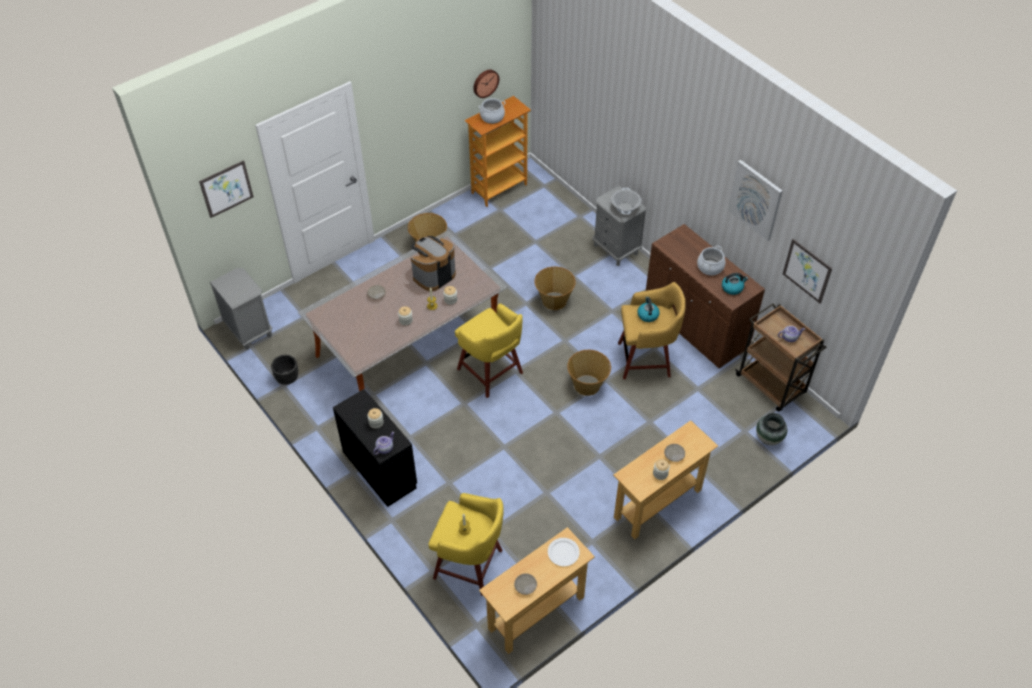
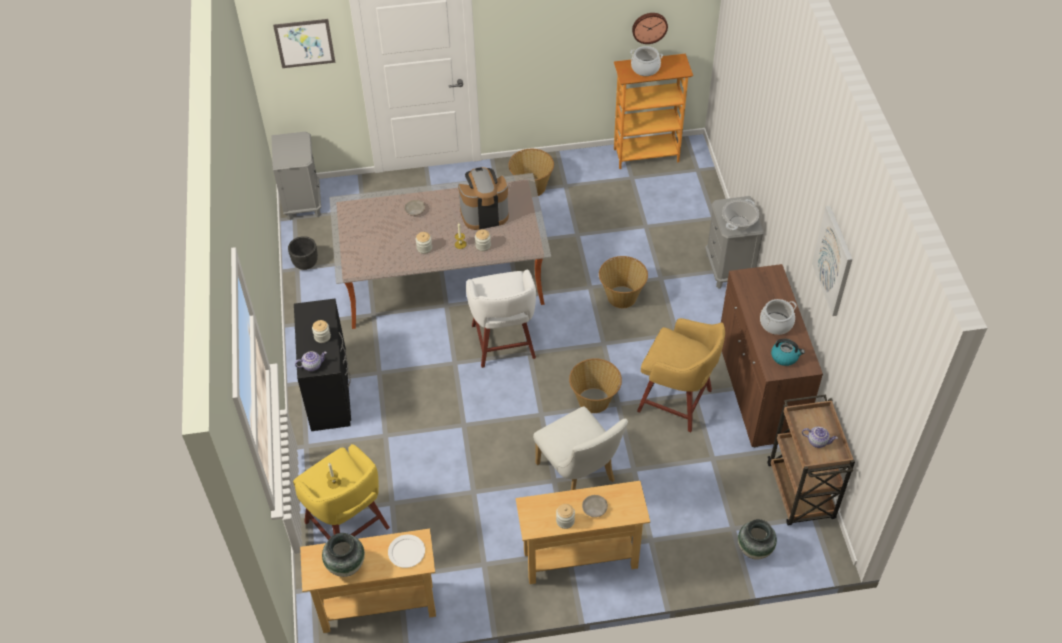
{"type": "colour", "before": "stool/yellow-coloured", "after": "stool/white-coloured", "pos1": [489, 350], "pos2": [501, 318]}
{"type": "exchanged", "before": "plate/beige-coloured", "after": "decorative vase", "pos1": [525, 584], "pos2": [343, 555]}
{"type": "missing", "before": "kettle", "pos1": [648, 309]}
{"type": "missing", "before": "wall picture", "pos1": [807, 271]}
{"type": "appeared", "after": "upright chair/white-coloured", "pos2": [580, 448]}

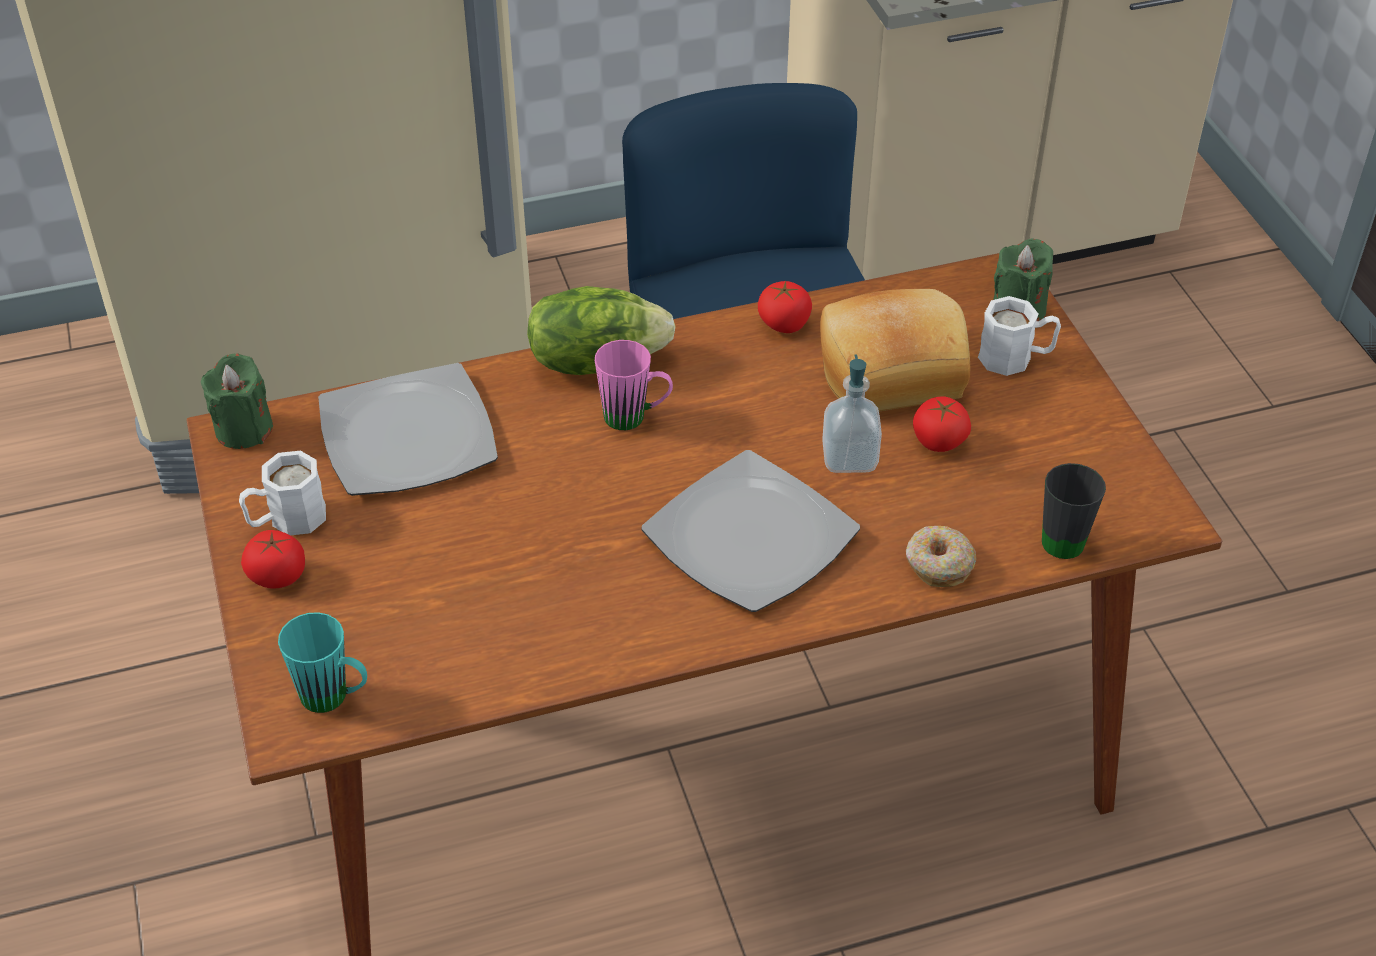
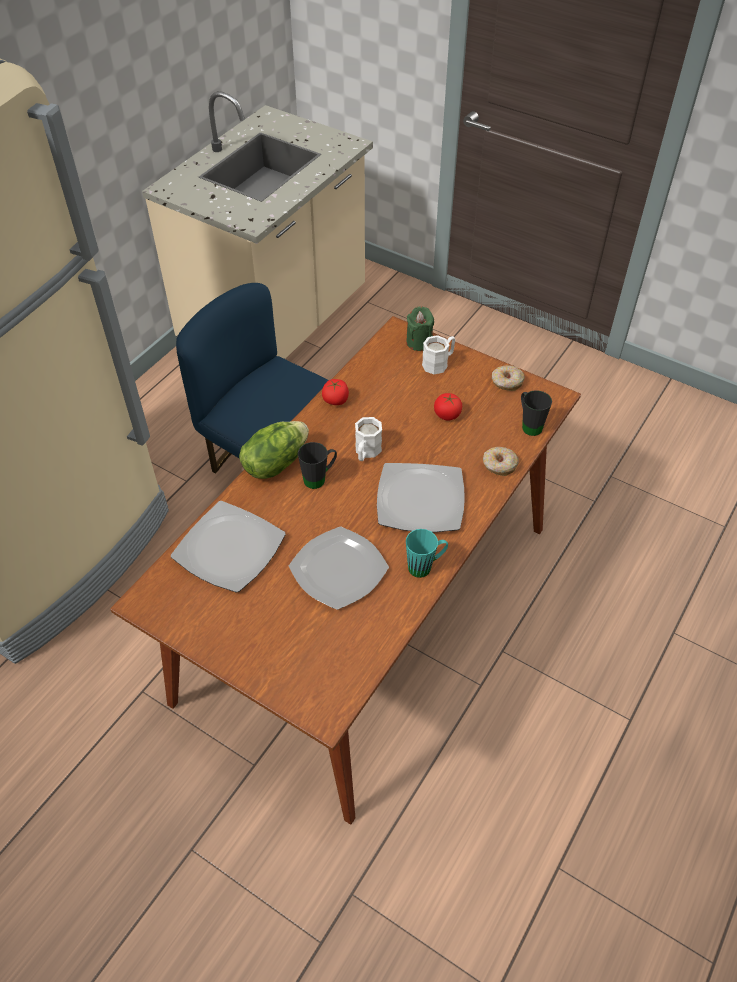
{"type": "missing", "before": "wax candle/greenish", "pos1": [237, 401]}
{"type": "relocated", "before": "tea mug/white-coloured", "pos1": [282, 493], "pos2": [368, 439]}
{"type": "missing", "before": "whole tomato", "pos1": [273, 559]}
{"type": "relocated", "before": "tea mug/blue-green", "pos1": [322, 662], "pos2": [427, 553]}
{"type": "colour", "before": "tea mug/pink-coloured", "after": "tea mug/blackish", "pos1": [634, 385], "pos2": [317, 465]}
{"type": "missing", "before": "bread", "pos1": [895, 350]}
{"type": "missing", "before": "soap dispenser", "pos1": [852, 413]}
{"type": "appeared", "after": "plate", "pos2": [339, 568]}
{"type": "appeared", "after": "doughnut", "pos2": [508, 378]}

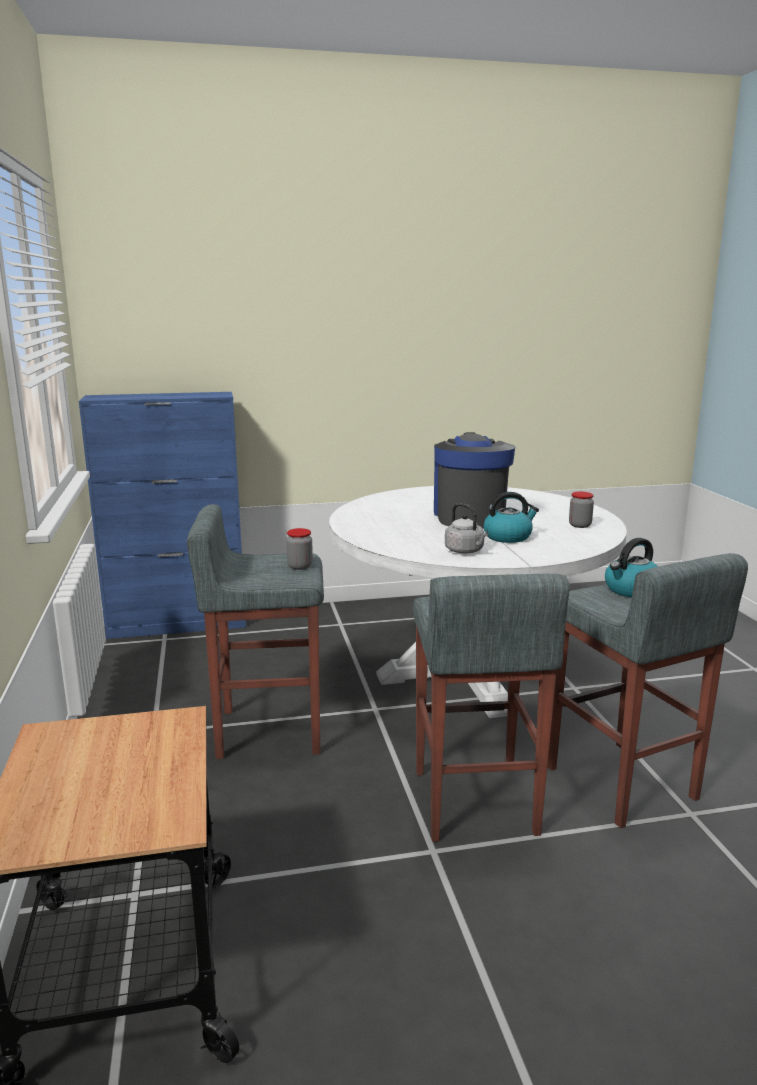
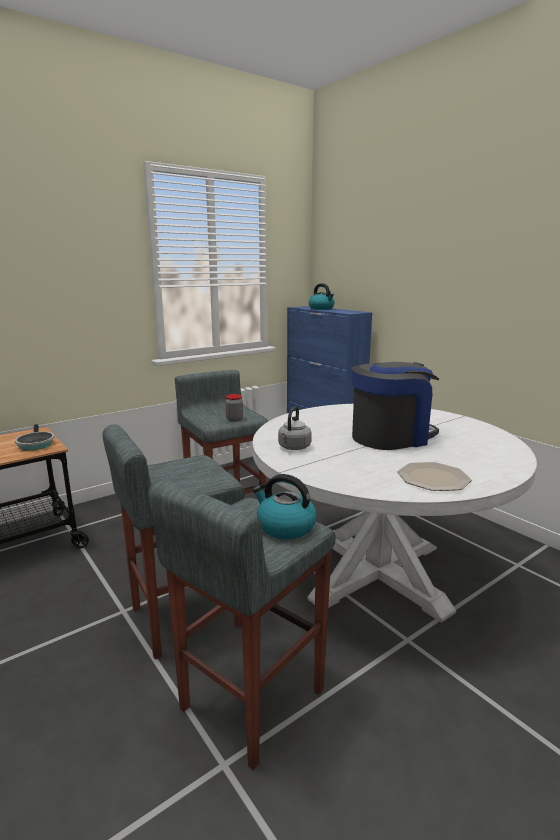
{"type": "relocated", "before": "kettle", "pos1": [511, 517], "pos2": [321, 296]}
{"type": "exchanged", "before": "preserve jar", "after": "plate", "pos1": [581, 510], "pos2": [435, 476]}
{"type": "appeared", "after": "frying pan", "pos2": [35, 437]}

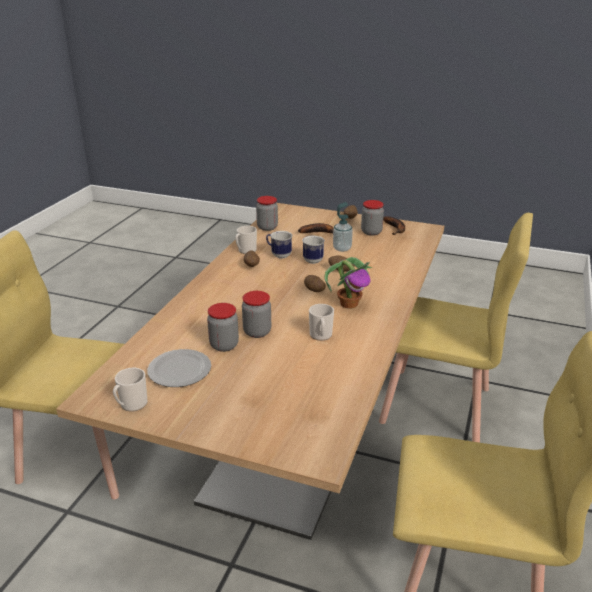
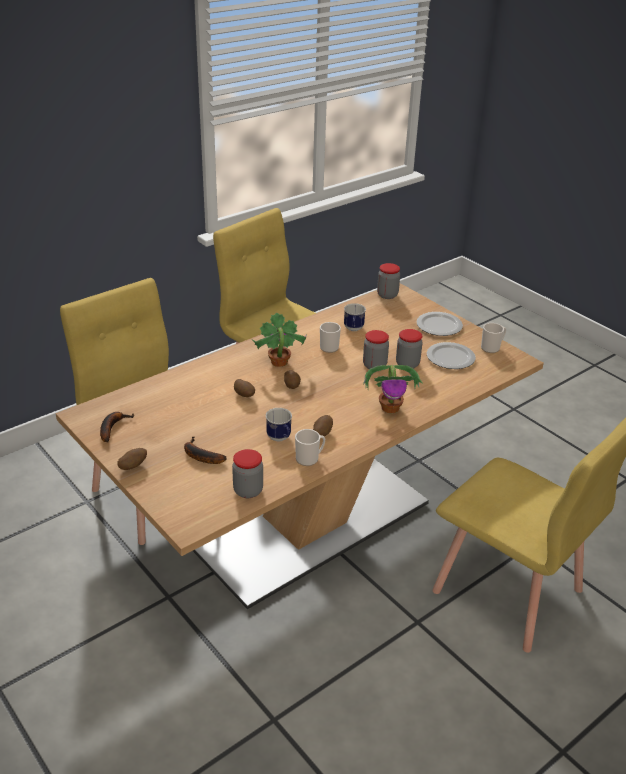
{"type": "relocated", "before": "tea mug", "pos1": [313, 250], "pos2": [355, 317]}
{"type": "missing", "before": "soap dispenser", "pos1": [343, 227]}
{"type": "relocated", "before": "preserve jar", "pos1": [372, 218], "pos2": [388, 281]}
{"type": "appeared", "after": "plant in a pot", "pos2": [393, 389]}
{"type": "appeared", "after": "plate", "pos2": [439, 324]}

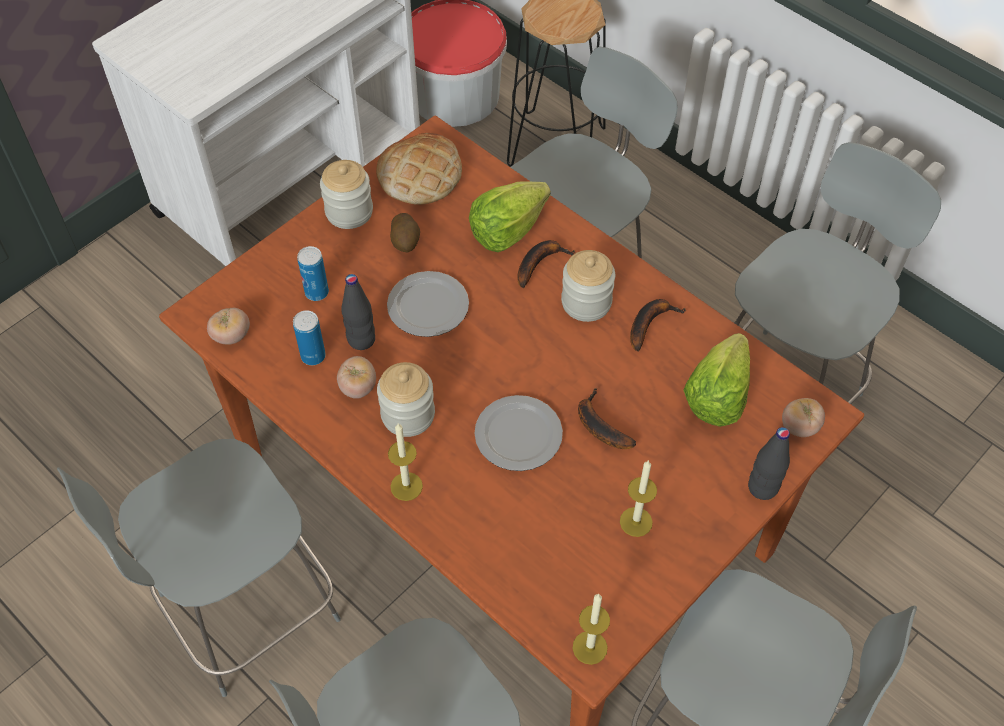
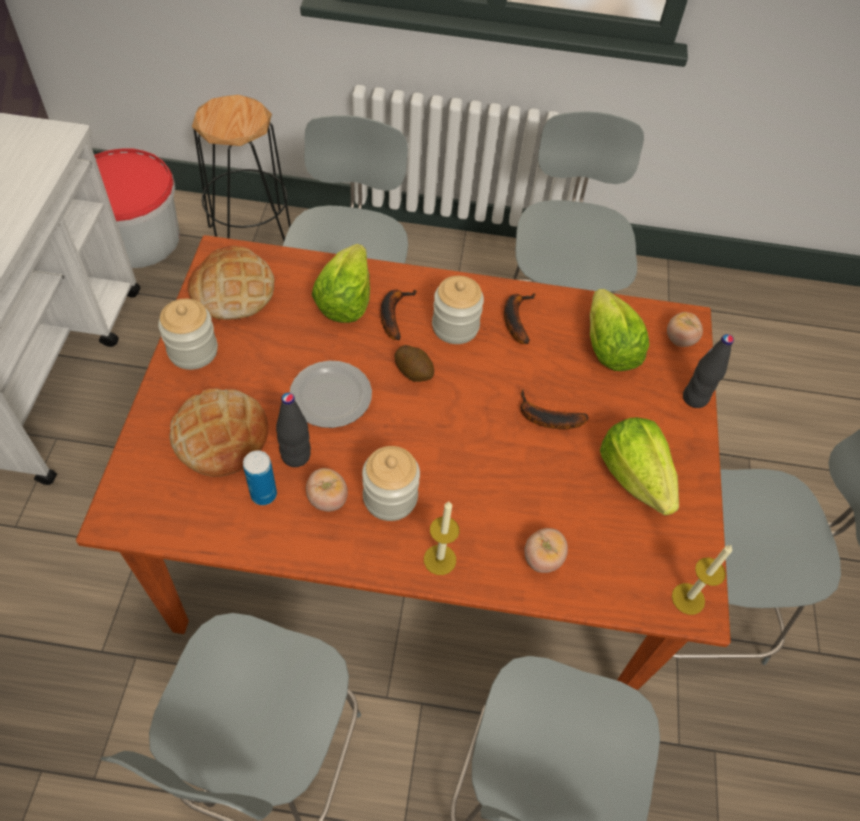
{"type": "relocated", "before": "whole tomato", "pos1": [228, 326], "pos2": [546, 550]}
{"type": "exchanged", "before": "metal can", "after": "bread", "pos1": [313, 273], "pos2": [218, 433]}
{"type": "relocated", "before": "spud", "pos1": [405, 232], "pos2": [414, 363]}
{"type": "missing", "before": "plate", "pos1": [518, 433]}
{"type": "exchanged", "before": "wax candle", "after": "head of lettuce", "pos1": [638, 498], "pos2": [639, 466]}

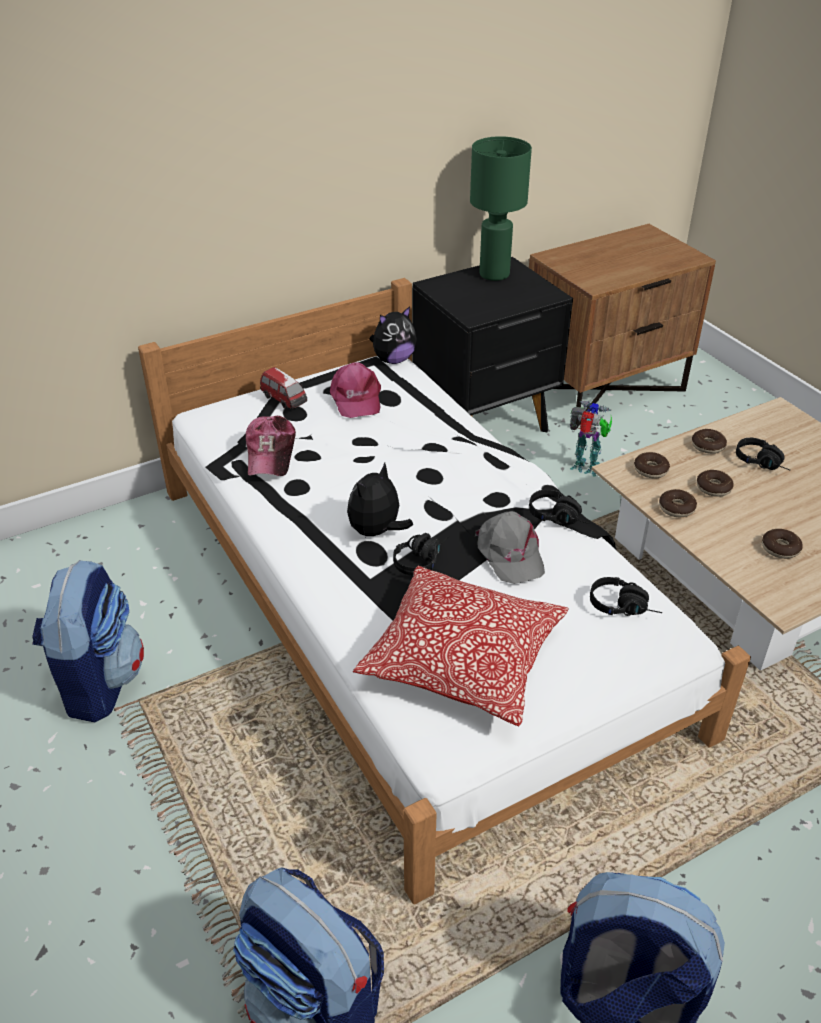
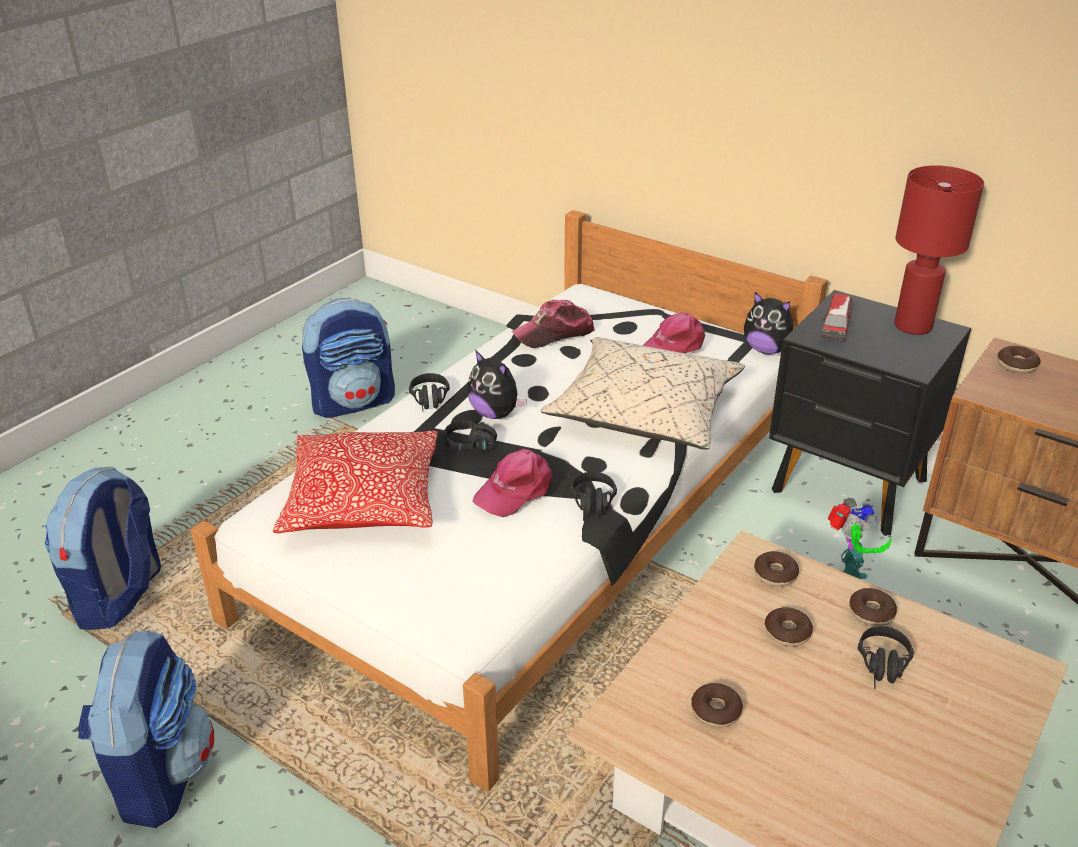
{"type": "relocated", "before": "toy car", "pos1": [283, 388], "pos2": [837, 317]}
{"type": "spun", "before": "cuddly toy", "pos1": [380, 500], "pos2": [497, 384], "turn": -150}
{"type": "colour", "before": "lamp for a table/greenish", "after": "lamp for a table/red", "pos1": [501, 208], "pos2": [939, 250]}
{"type": "colour", "before": "cap/grey", "after": "cap/pink-coloured", "pos1": [510, 547], "pos2": [512, 482]}
{"type": "relocated", "before": "headset/blackish", "pos1": [626, 596], "pos2": [429, 392]}
{"type": "relocated", "before": "doughnut", "pos1": [678, 503], "pos2": [1019, 359]}
{"type": "appeared", "after": "pillow/beige-coloured", "pos2": [643, 393]}

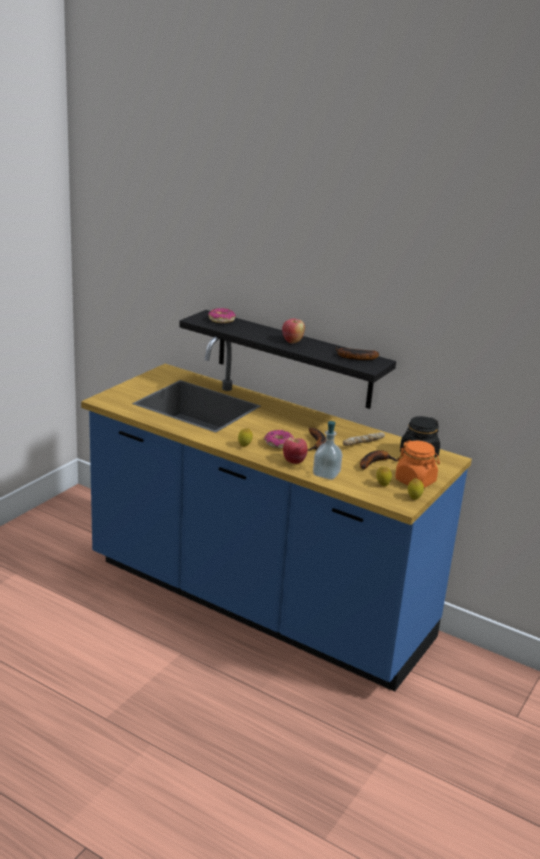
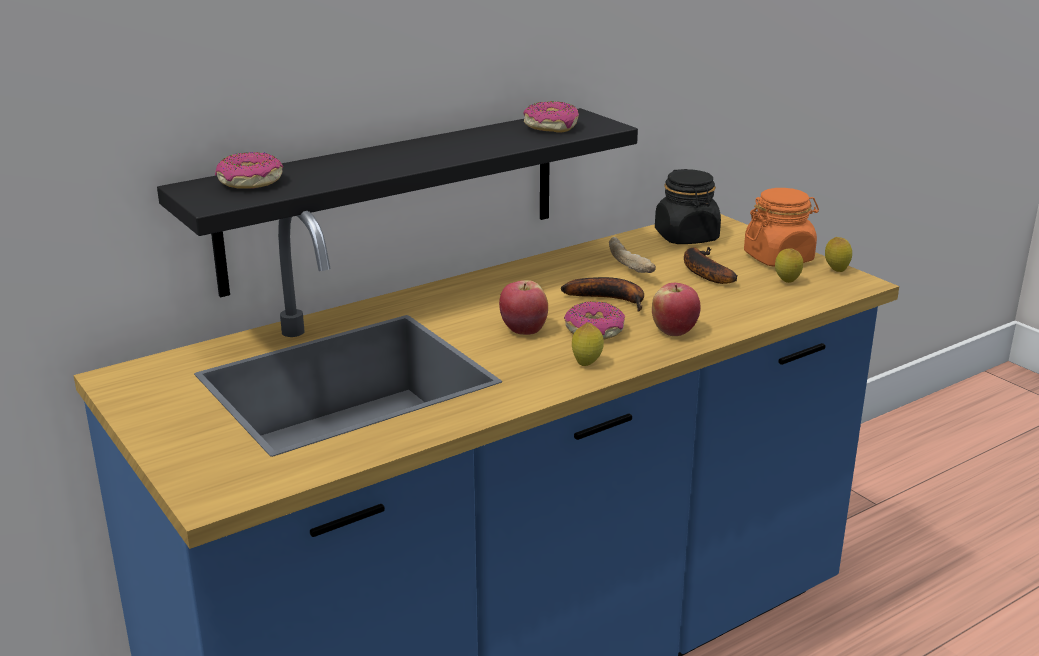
{"type": "relocated", "before": "whole apple", "pos1": [293, 330], "pos2": [523, 307]}
{"type": "missing", "before": "soap dispenser", "pos1": [327, 450]}
{"type": "exchanged", "before": "banana", "after": "doughnut", "pos1": [357, 353], "pos2": [551, 117]}

